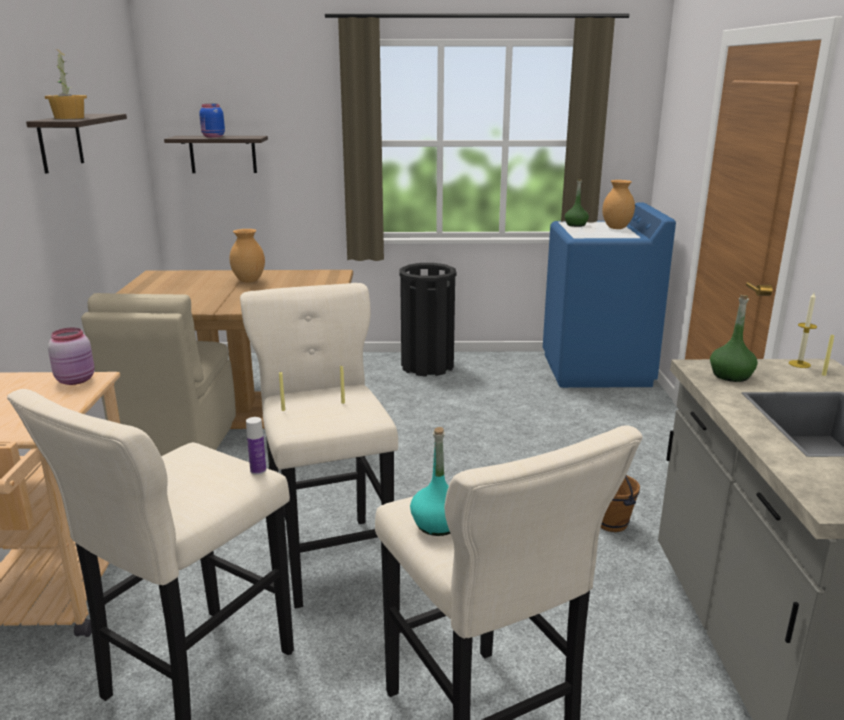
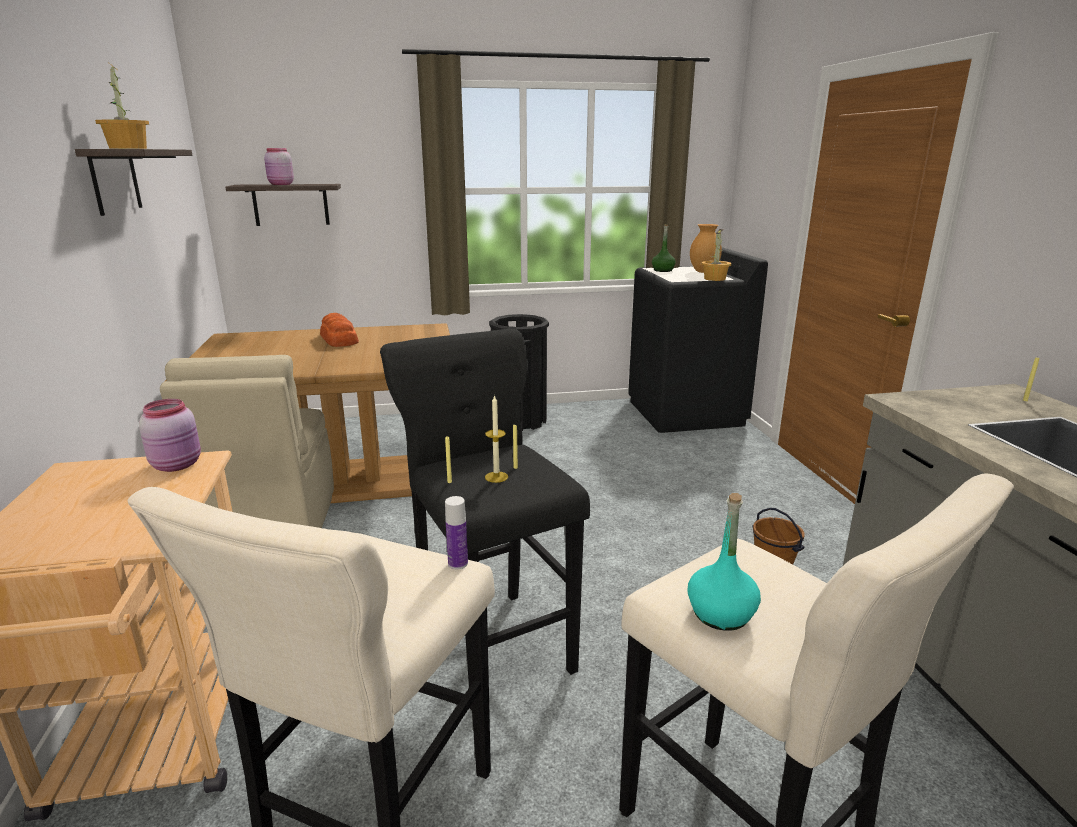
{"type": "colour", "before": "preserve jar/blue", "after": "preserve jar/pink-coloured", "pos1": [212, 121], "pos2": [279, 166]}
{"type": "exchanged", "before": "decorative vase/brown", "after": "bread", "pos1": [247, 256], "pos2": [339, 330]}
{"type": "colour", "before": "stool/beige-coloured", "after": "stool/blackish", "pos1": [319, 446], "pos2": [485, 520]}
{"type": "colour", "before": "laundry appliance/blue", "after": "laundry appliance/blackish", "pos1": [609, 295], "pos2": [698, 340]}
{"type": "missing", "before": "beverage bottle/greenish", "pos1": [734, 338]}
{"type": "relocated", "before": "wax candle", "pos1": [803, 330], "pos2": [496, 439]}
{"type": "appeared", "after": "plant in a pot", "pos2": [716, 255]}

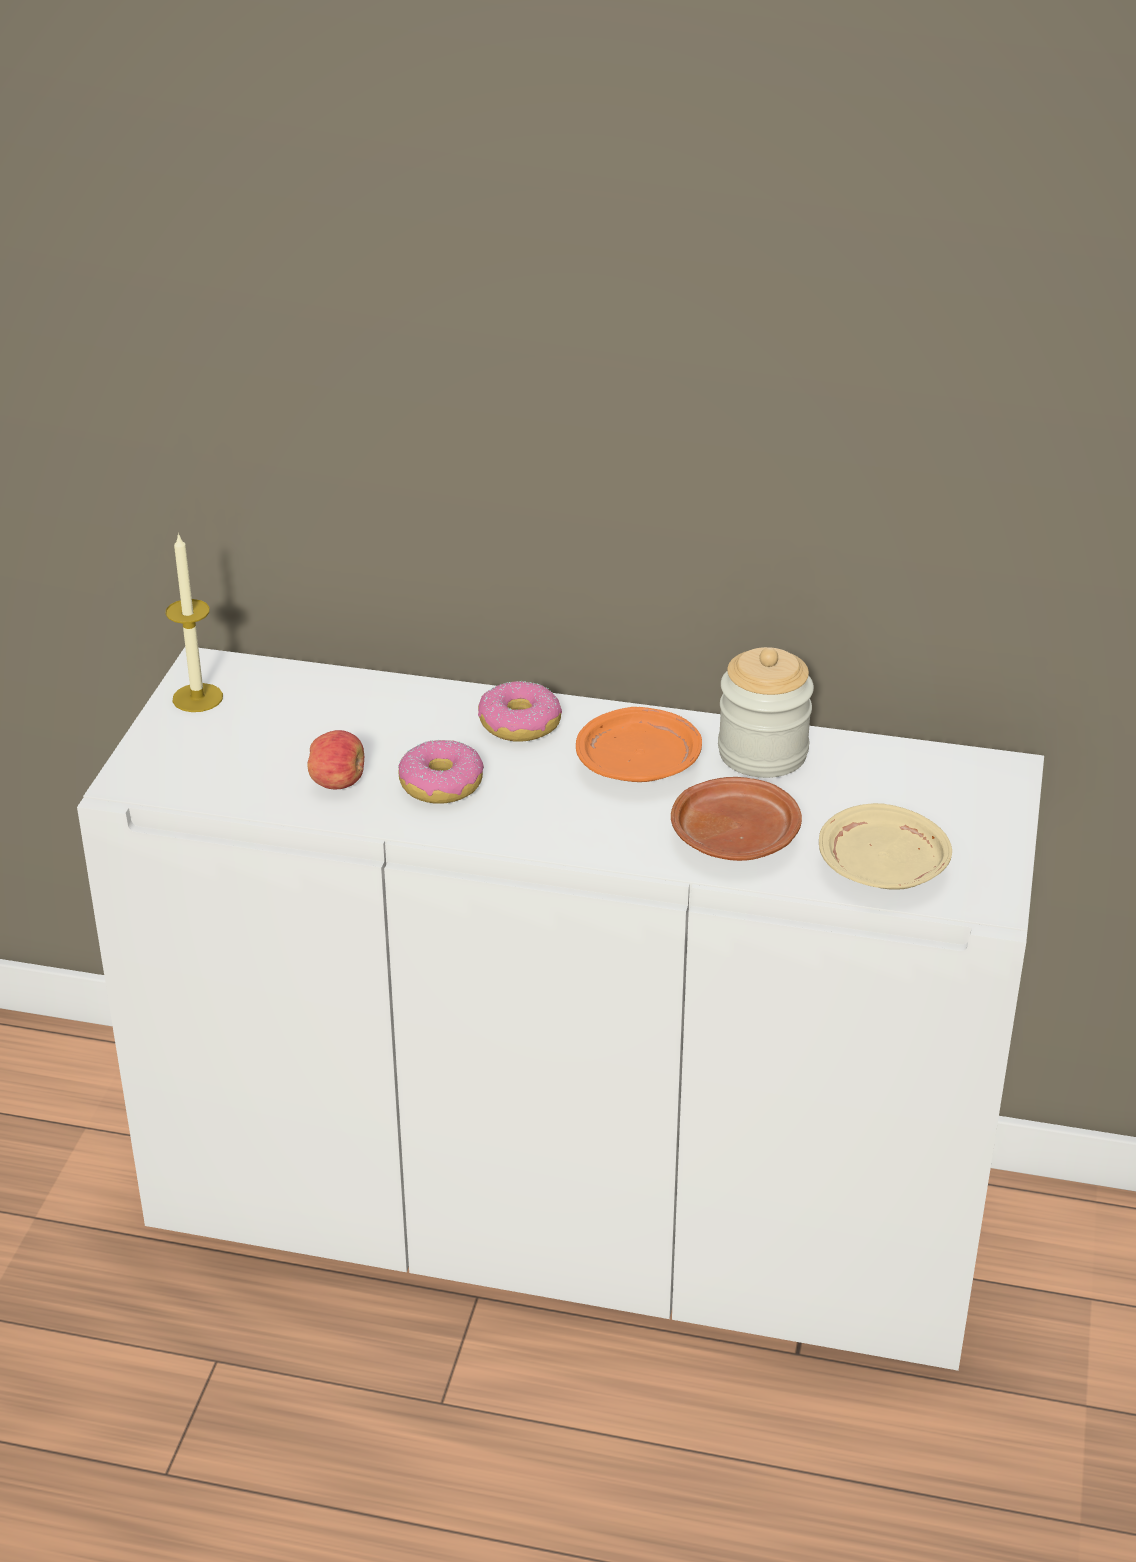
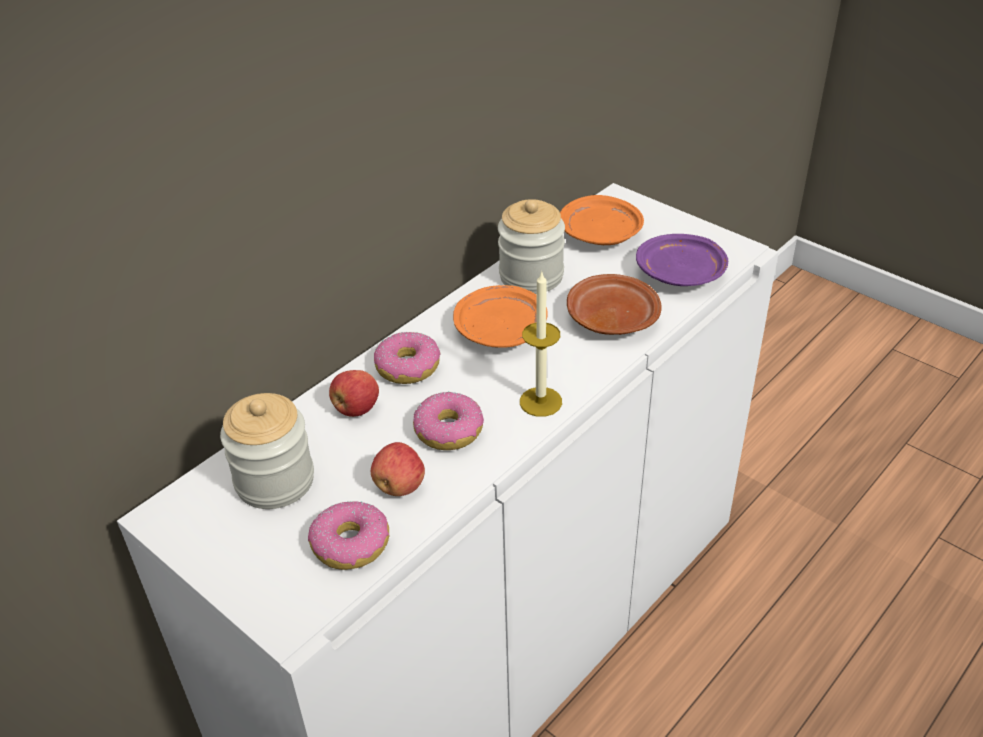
{"type": "relocated", "before": "wax candle", "pos1": [194, 622], "pos2": [541, 343]}
{"type": "colour", "before": "plate/beige-coloured", "after": "plate/purple-coloured", "pos1": [885, 846], "pos2": [682, 260]}
{"type": "appeared", "after": "preserve jar", "pos2": [267, 451]}
{"type": "appeared", "after": "doughnut", "pos2": [348, 535]}
{"type": "appeared", "after": "whole apple", "pos2": [354, 393]}
{"type": "appeared", "after": "plate/orange-coloured", "pos2": [602, 220]}

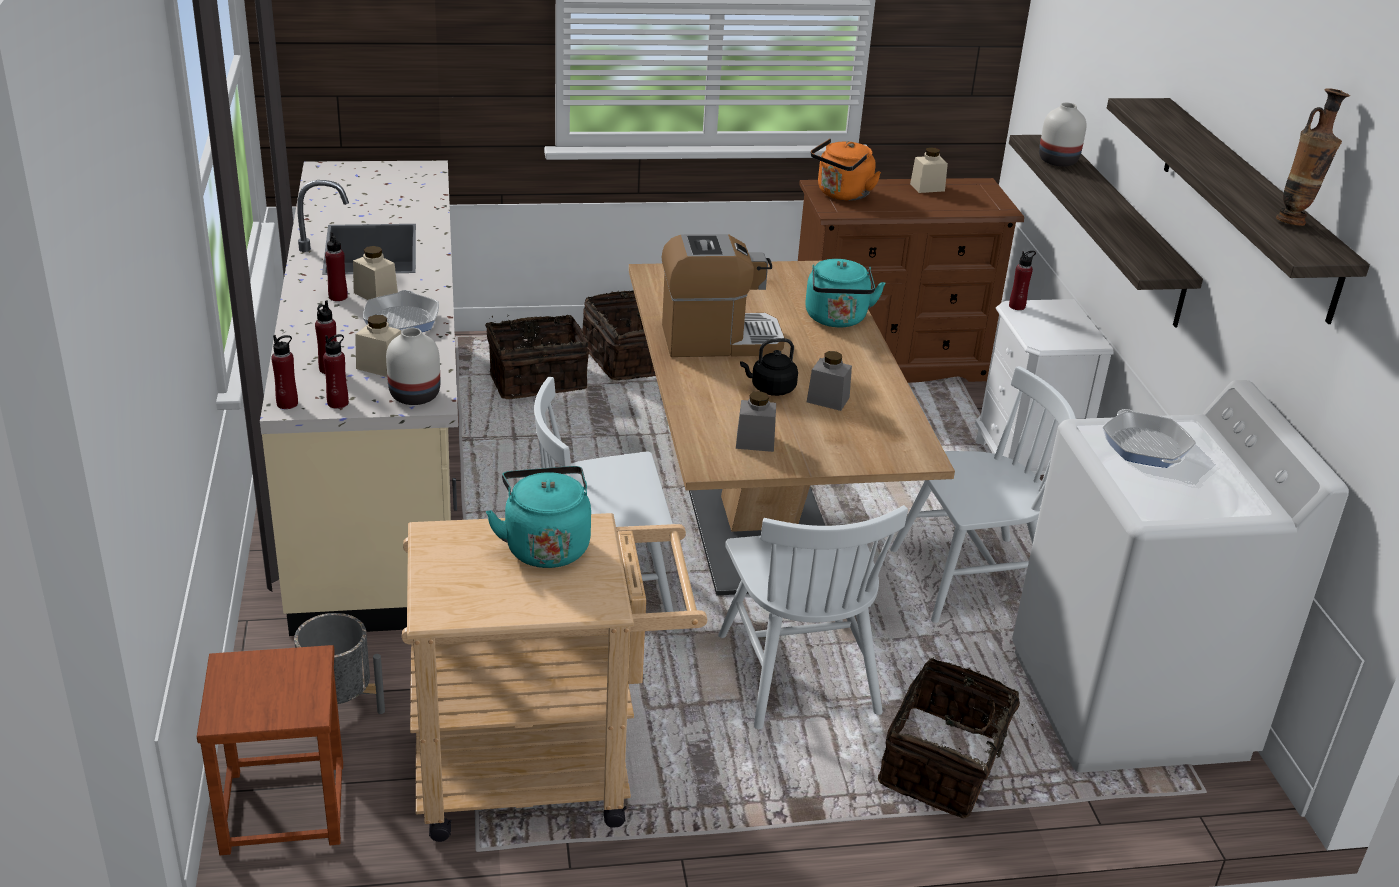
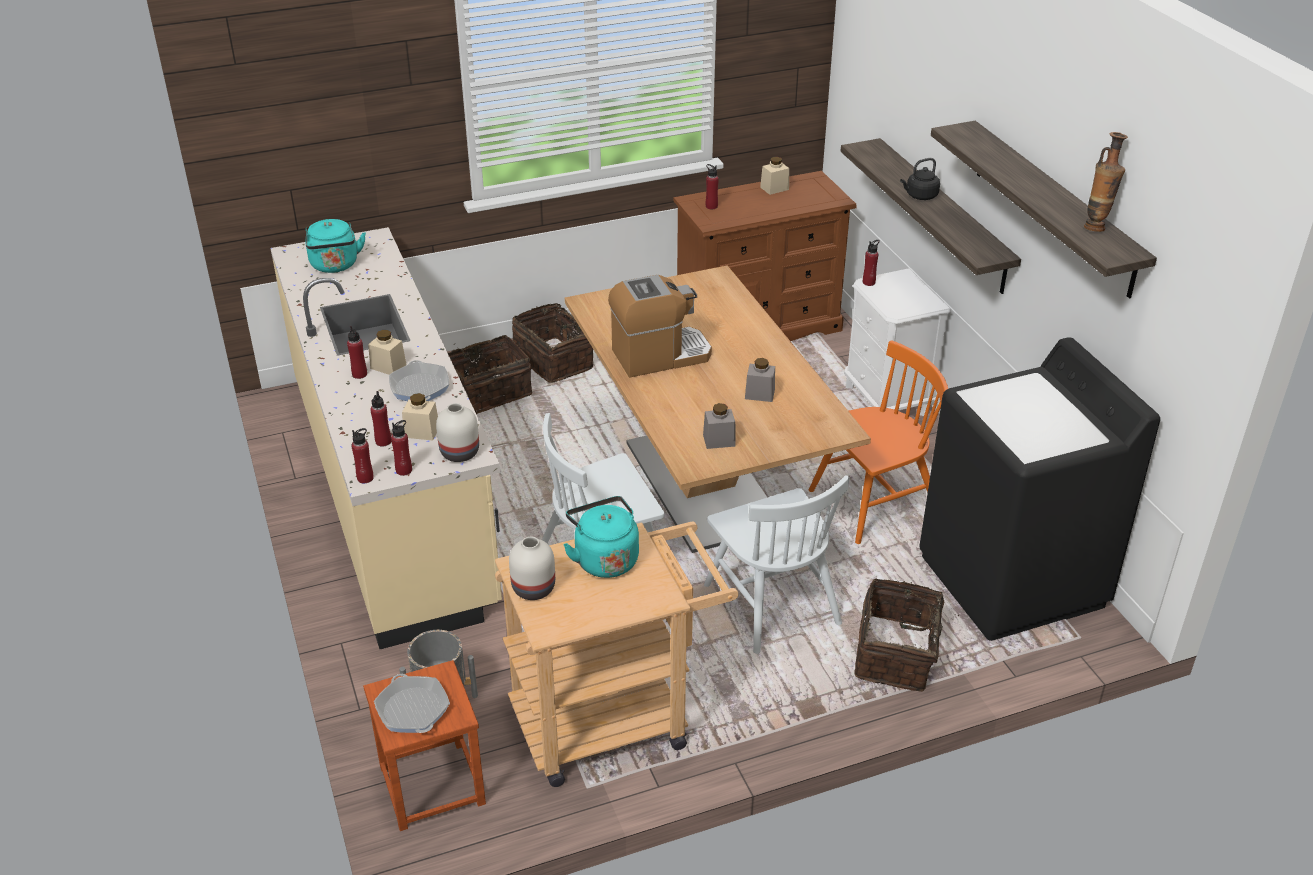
{"type": "relocated", "before": "kettle/blackish", "pos1": [769, 367], "pos2": [920, 179]}
{"type": "relocated", "before": "kettle/blue-green", "pos1": [845, 293], "pos2": [335, 246]}
{"type": "exchanged", "before": "kettle/orange-coloured", "after": "beverage bottle/red", "pos1": [846, 169], "pos2": [712, 186]}
{"type": "colour", "before": "upright chair/white-coloured", "after": "upright chair/orange-coloured", "pos1": [983, 494], "pos2": [878, 442]}
{"type": "colour", "before": "laundry appliance/white-coloured", "after": "laundry appliance/blackish", "pos1": [1180, 576], "pos2": [1039, 489]}
{"type": "relocated", "before": "decorative vase/white-coloured", "pos1": [1063, 134], "pos2": [532, 568]}
{"type": "relocated", "before": "frying pan", "pos1": [1149, 438], "pos2": [412, 703]}

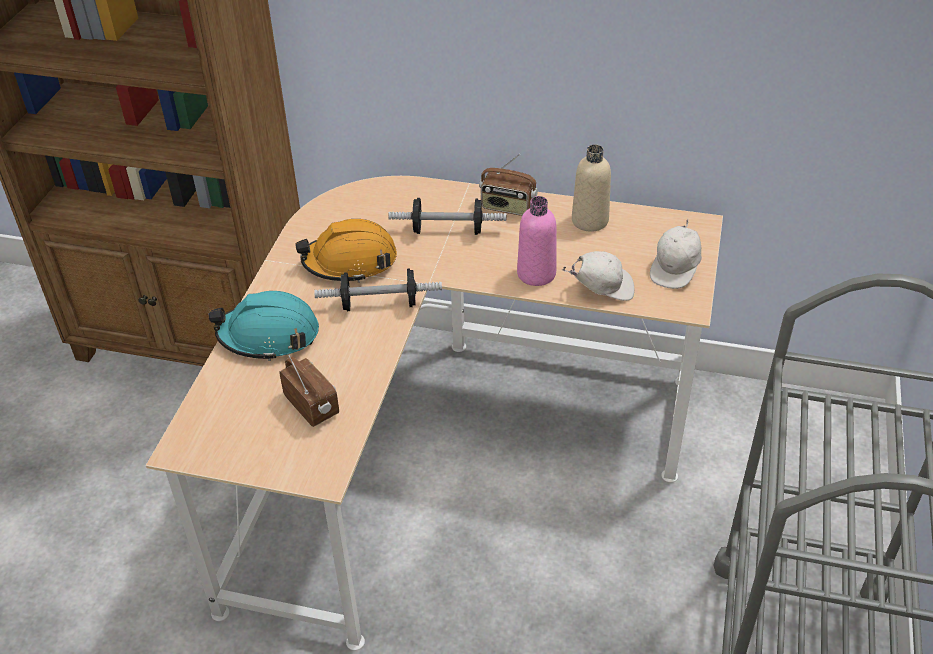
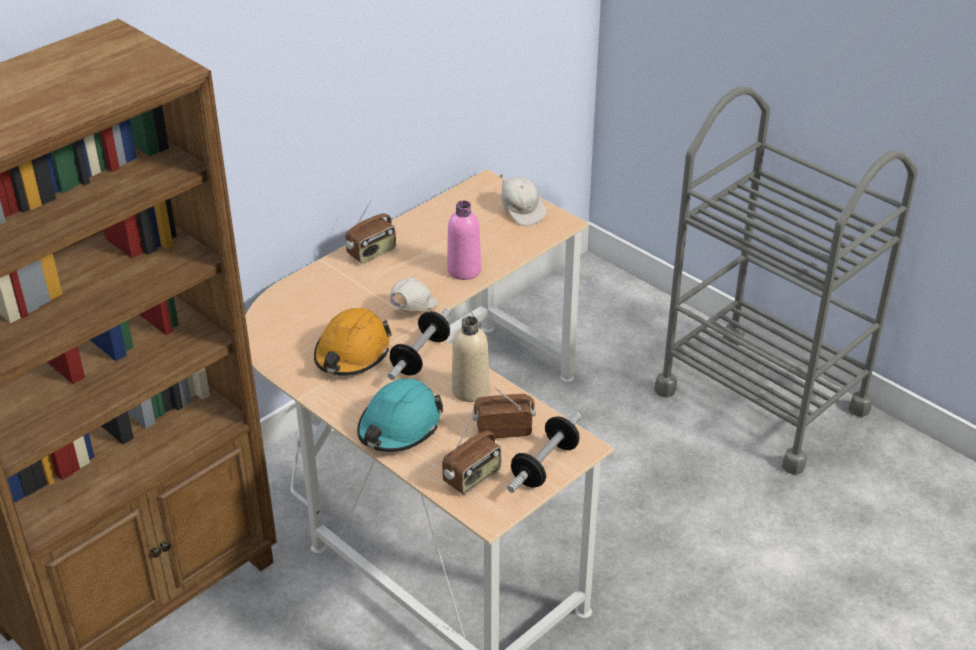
{"type": "relocated", "before": "dumbbell", "pos1": [447, 216], "pos2": [544, 452]}
{"type": "relocated", "before": "cap/white-coloured", "pos1": [598, 276], "pos2": [414, 294]}
{"type": "relocated", "before": "beverage bottle/beige-coloured", "pos1": [591, 188], "pos2": [471, 359]}
{"type": "appeared", "after": "radio", "pos2": [471, 457]}

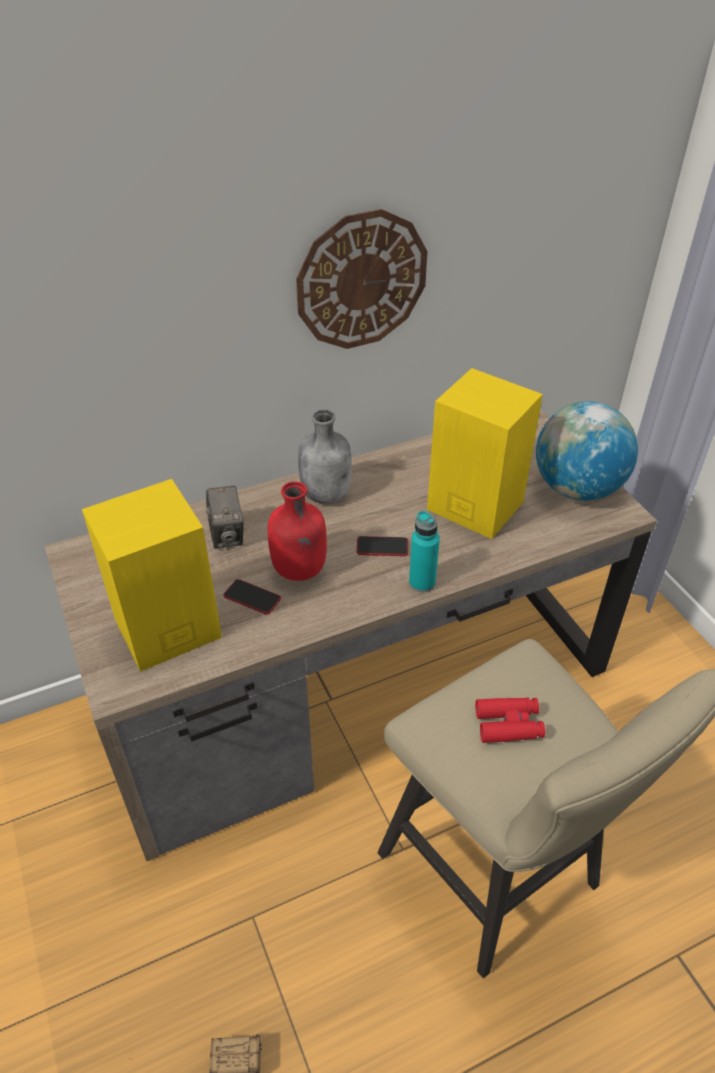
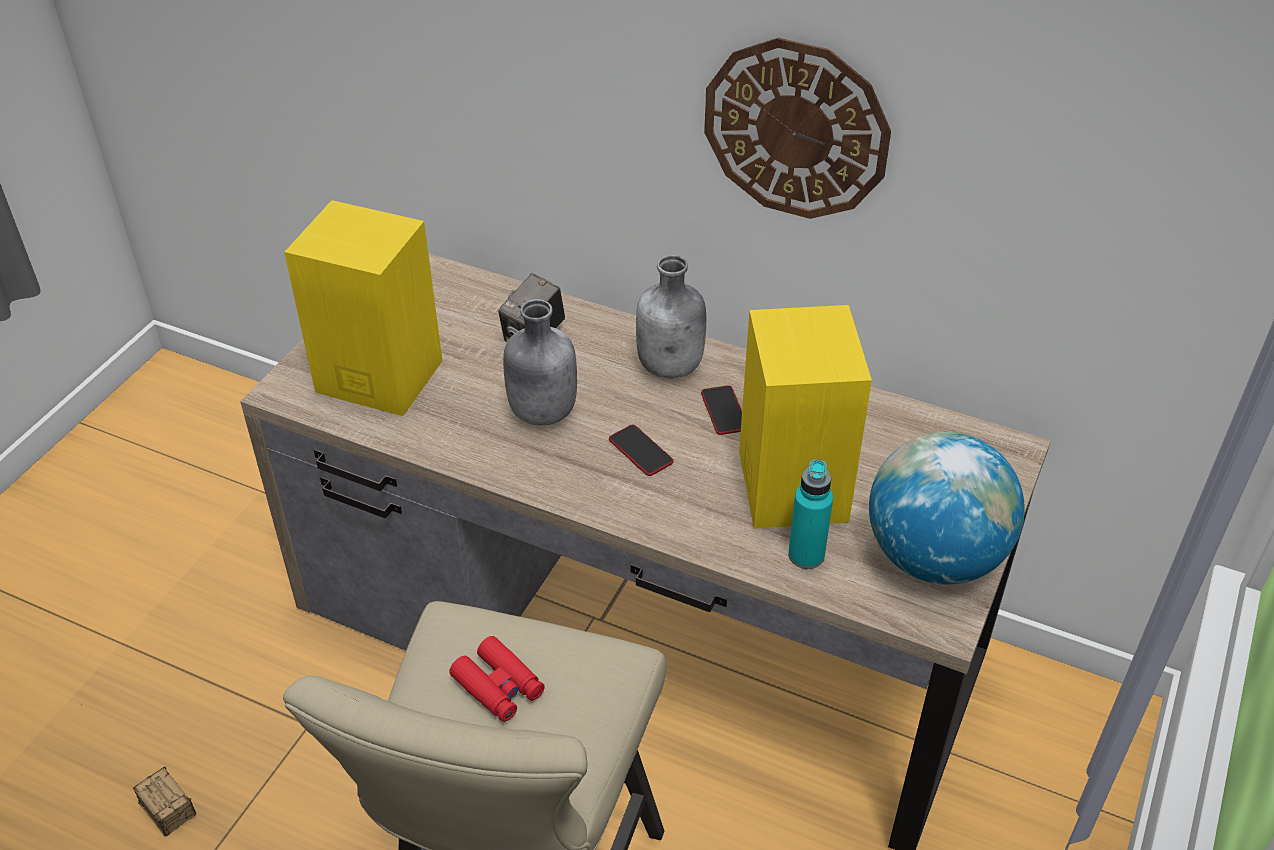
{"type": "relocated", "before": "handset", "pos1": [252, 596], "pos2": [721, 410]}
{"type": "colour", "before": "beverage bottle/red", "after": "beverage bottle/grey", "pos1": [297, 531], "pos2": [540, 362]}
{"type": "relocated", "before": "beverage bottle/blue-green", "pos1": [424, 551], "pos2": [810, 514]}

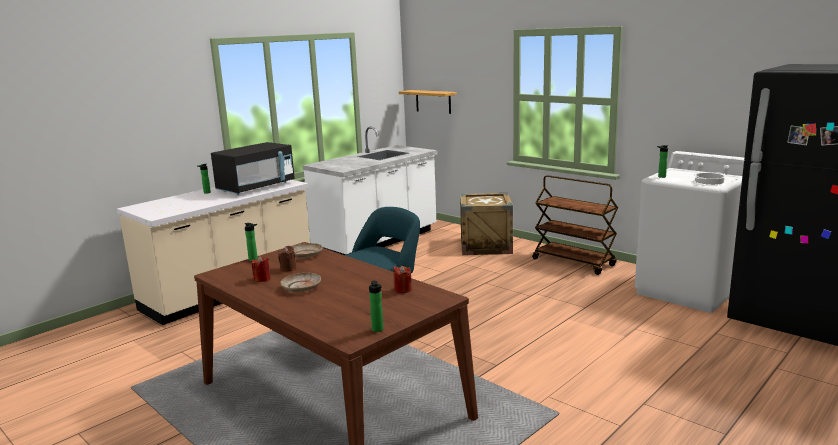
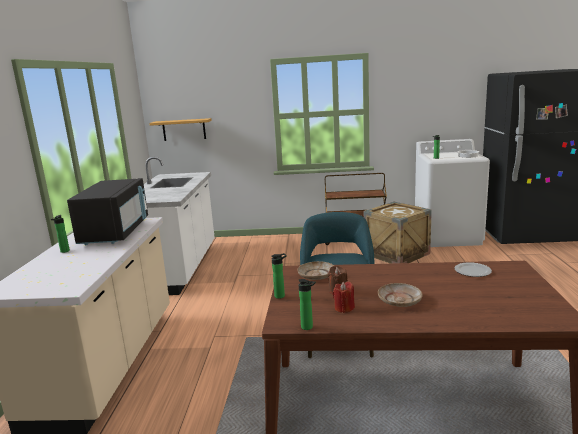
{"type": "relocated", "before": "beverage bottle", "pos1": [376, 306], "pos2": [307, 304]}
{"type": "exchanged", "before": "wax candle/red", "after": "plate", "pos1": [402, 279], "pos2": [473, 269]}
{"type": "relocated", "before": "packing crate", "pos1": [486, 224], "pos2": [398, 233]}

